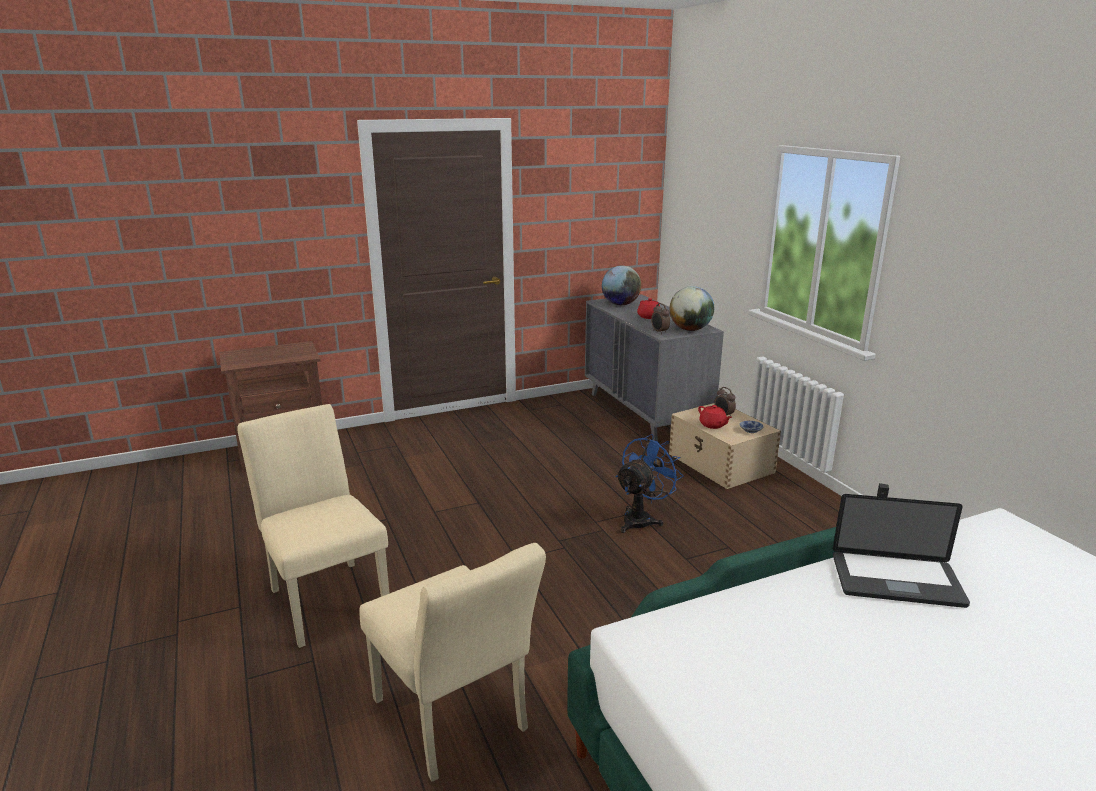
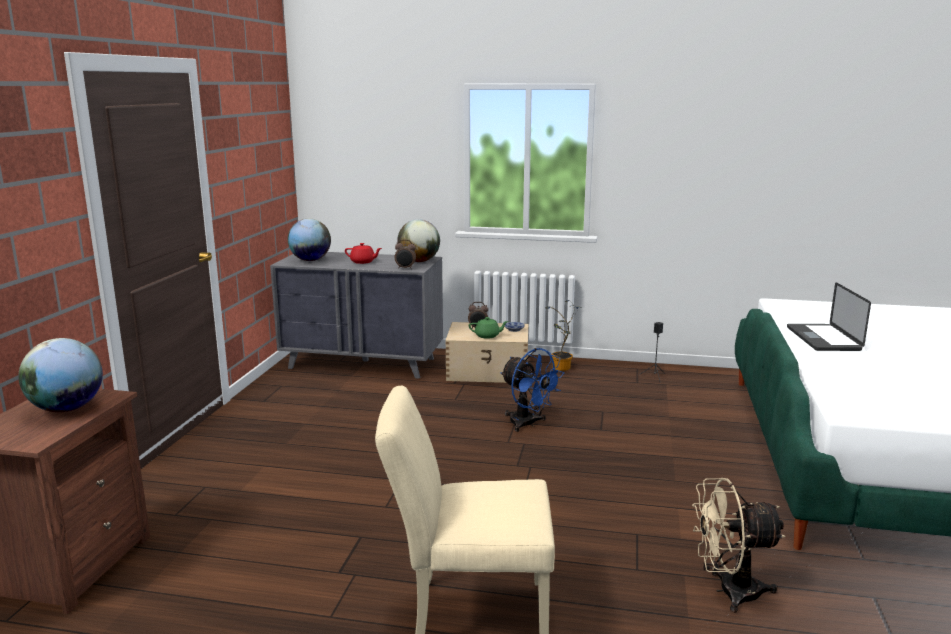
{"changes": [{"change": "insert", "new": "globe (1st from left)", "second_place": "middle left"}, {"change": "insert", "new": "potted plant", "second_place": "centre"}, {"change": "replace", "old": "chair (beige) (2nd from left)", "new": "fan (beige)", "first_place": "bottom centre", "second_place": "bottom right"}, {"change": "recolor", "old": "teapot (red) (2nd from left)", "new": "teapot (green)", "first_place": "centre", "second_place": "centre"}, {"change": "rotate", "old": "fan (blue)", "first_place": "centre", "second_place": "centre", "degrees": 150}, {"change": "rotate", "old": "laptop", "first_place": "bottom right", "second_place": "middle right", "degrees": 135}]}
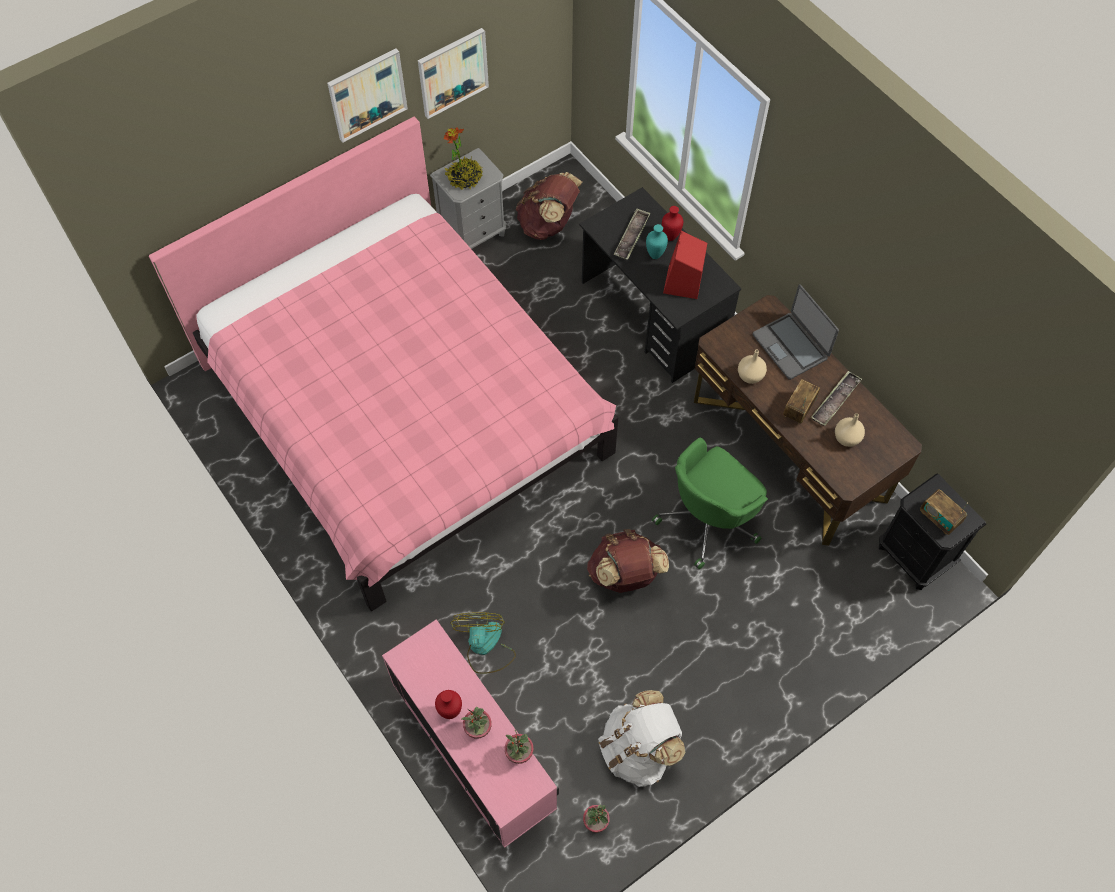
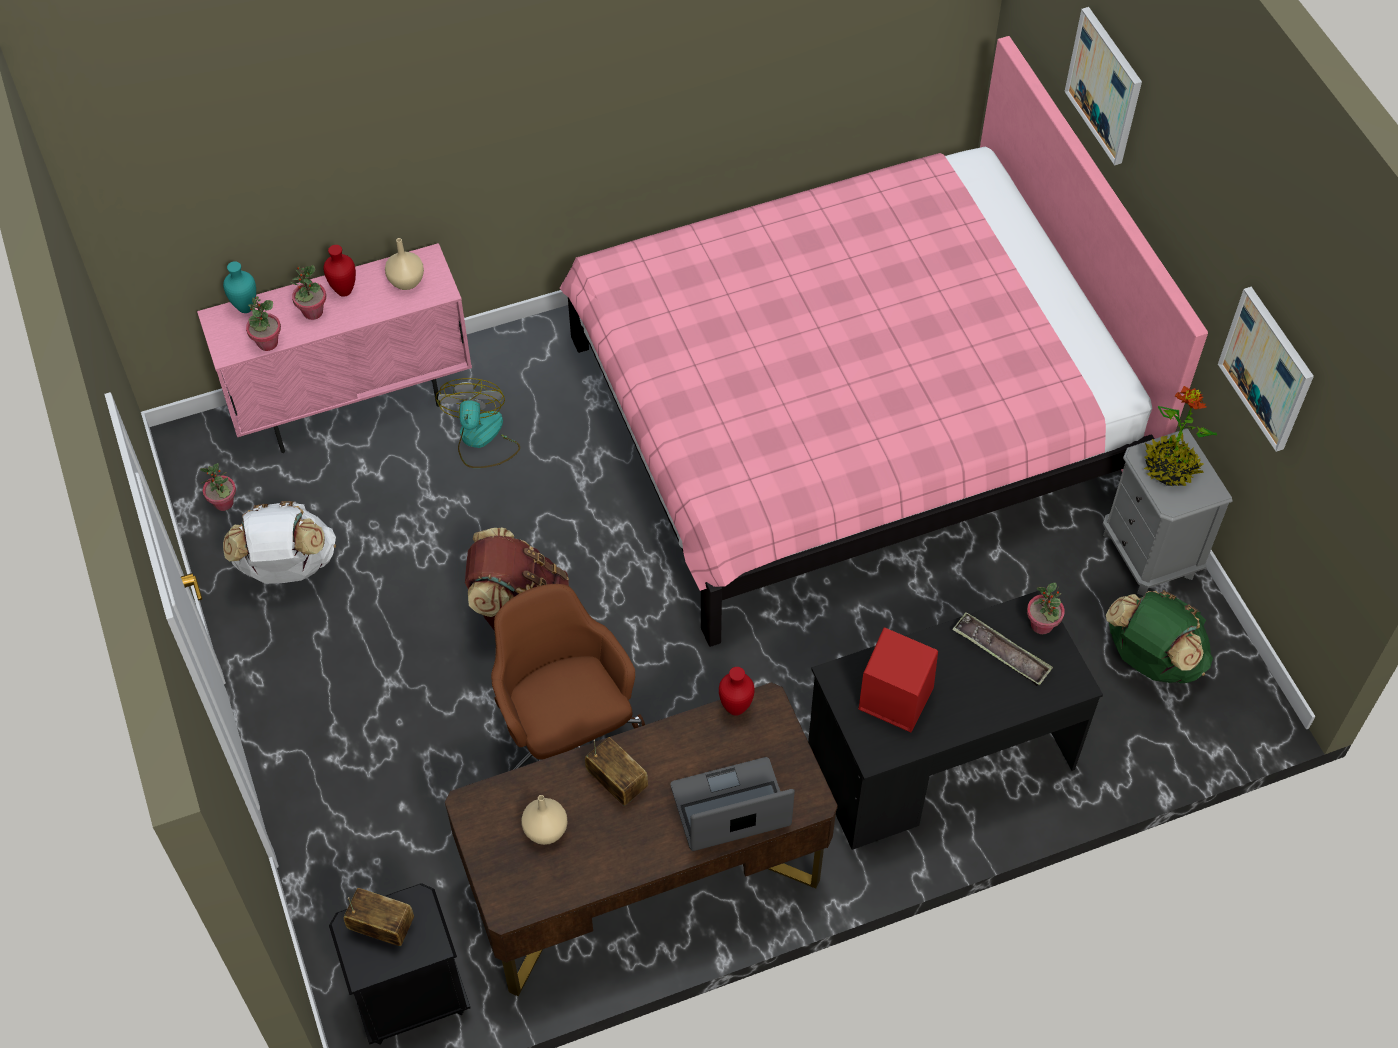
{"changes": [{"change": "delete", "old": "tray (2nd from left)", "first_place": "middle right"}, {"change": "insert", "new": "potted plant (4th from left)", "second_place": "middle right"}, {"change": "move", "old": "picture (1st from left)", "first_place": "top left", "second_place": "top right"}, {"change": "move", "old": "vase (turquoise)", "first_place": "top centre", "second_place": "top left"}, {"change": "move", "old": "vase (red) (2nd from left)", "first_place": "top centre", "second_place": "centre"}, {"change": "move", "old": "vase (beige) (1st from left)", "first_place": "middle right", "second_place": "top left"}, {"change": "recolor", "old": "backpack (brown) (1st from left)", "new": "backpack (green)", "first_place": "top centre", "second_place": "middle right"}, {"change": "recolor", "old": "office chair (green)", "new": "office chair (brown)", "first_place": "centre", "second_place": "centre"}, {"change": "rotate", "old": "fan", "first_place": "bottom centre", "second_place": "centre", "degrees": -105}, {"change": "rotate", "old": "radio (2nd from left in the first image)", "first_place": "middle right", "second_place": "bottom left", "degrees": 45}]}
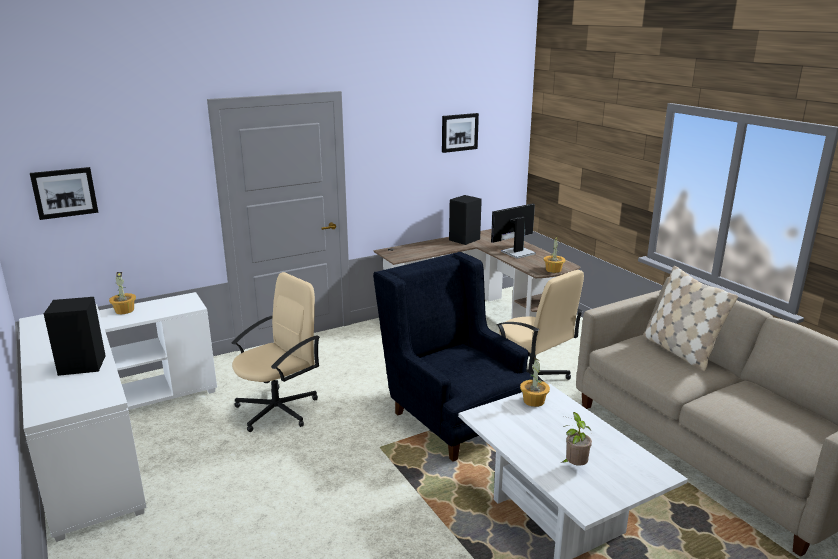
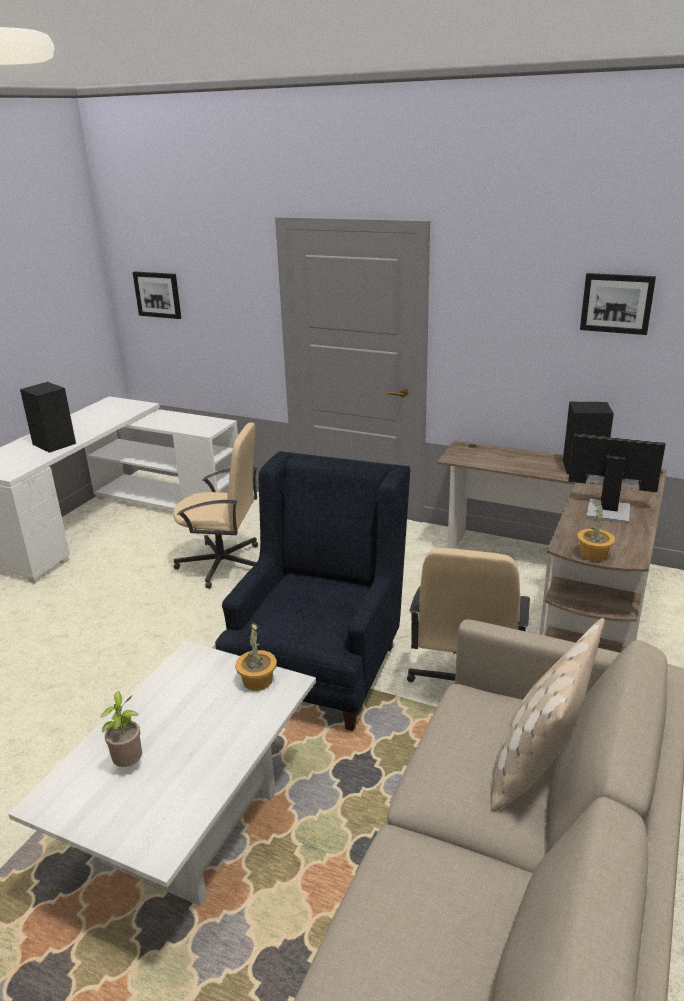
{"changes": [{"change": "delete", "old": "potted plant (1st from left)", "first_place": "middle left"}]}
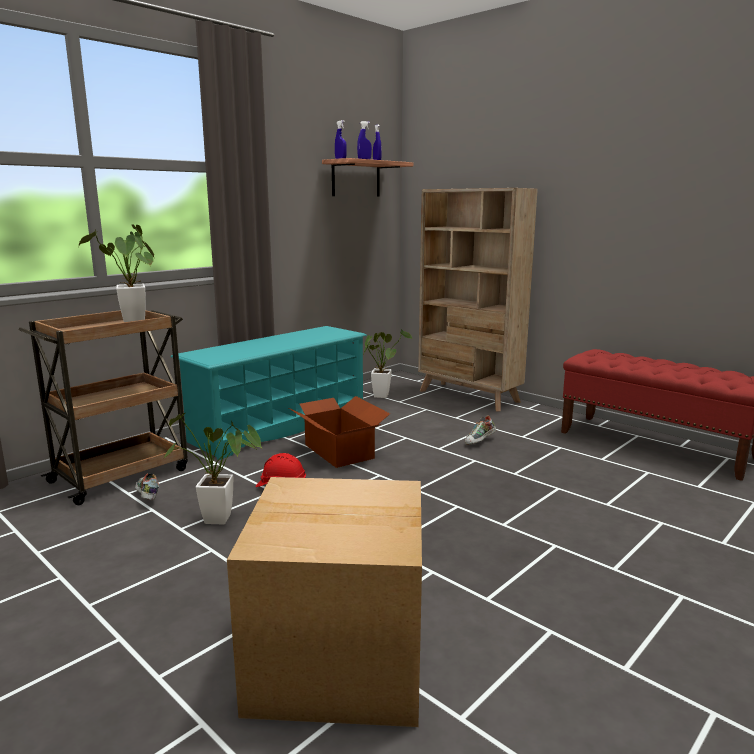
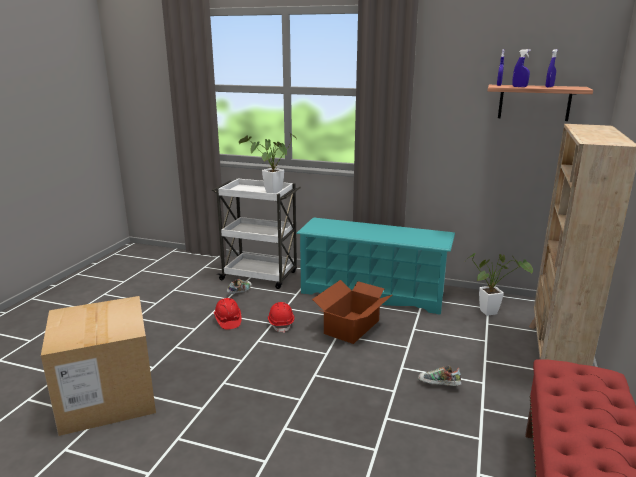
{"changes": [{"change": "replace", "old": "potted plant (2nd from left)", "new": "hard hat (red) (1st from left)", "first_place": "middle left", "second_place": "centre"}, {"change": "recolor", "old": "cart (brown)", "new": "cart (white)", "first_place": "middle left", "second_place": "centre"}]}
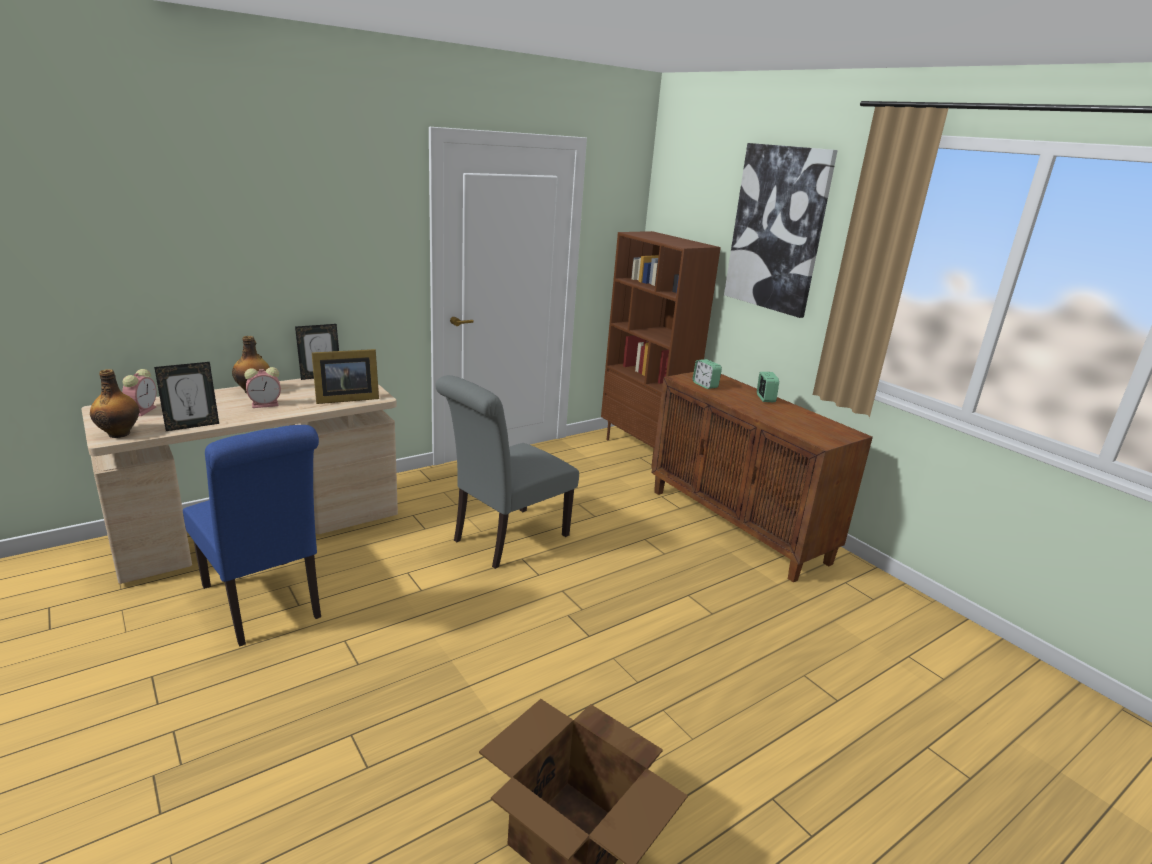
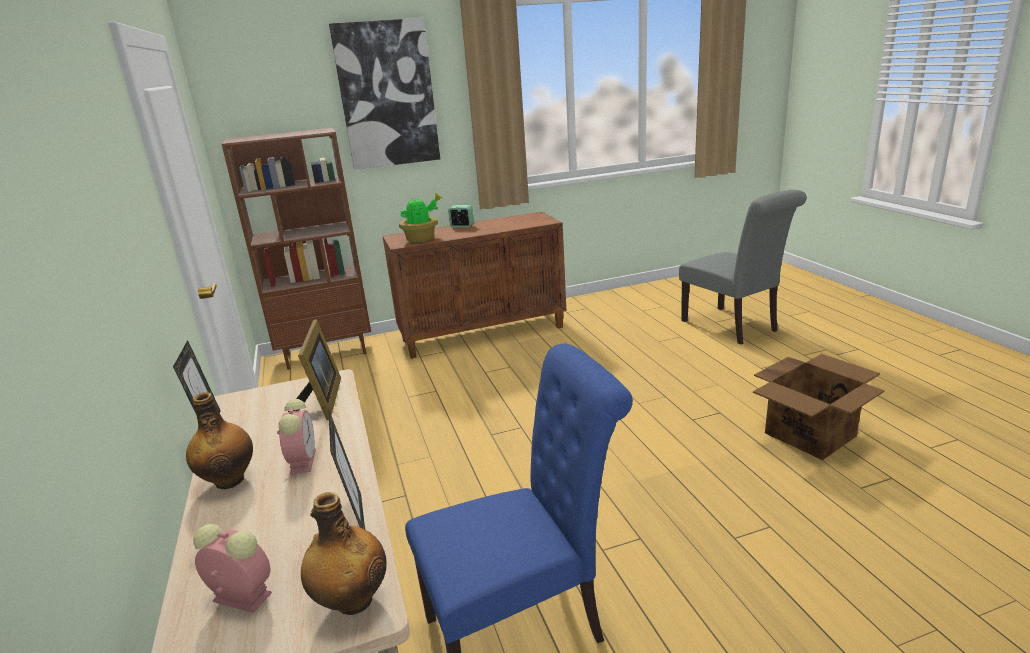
{"changes": [{"change": "move", "old": "chair (grey)", "first_place": "centre", "second_place": "middle right"}, {"change": "replace", "old": "alarm clock (3rd from left)", "new": "potted plant", "first_place": "centre", "second_place": "top centre"}]}
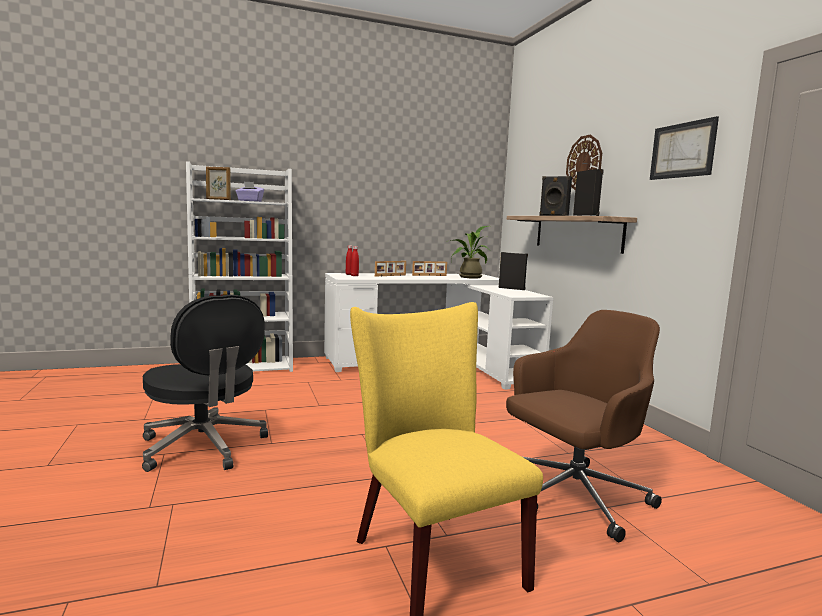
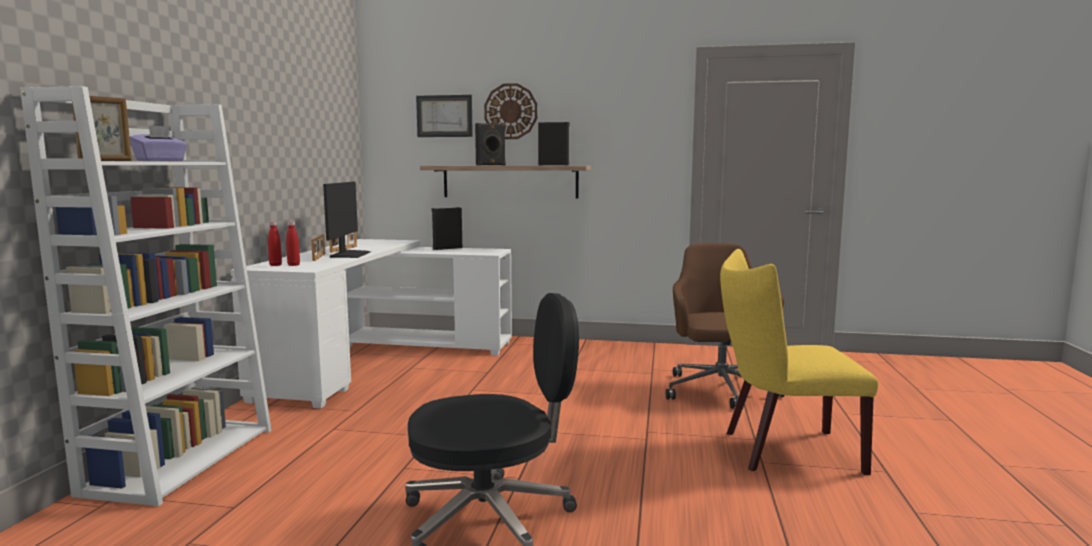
{"changes": [{"change": "delete", "old": "potted plant", "first_place": "centre"}, {"change": "insert", "new": "monitor", "second_place": "middle left"}, {"change": "move", "old": "picture", "first_place": "top right", "second_place": "top centre"}]}
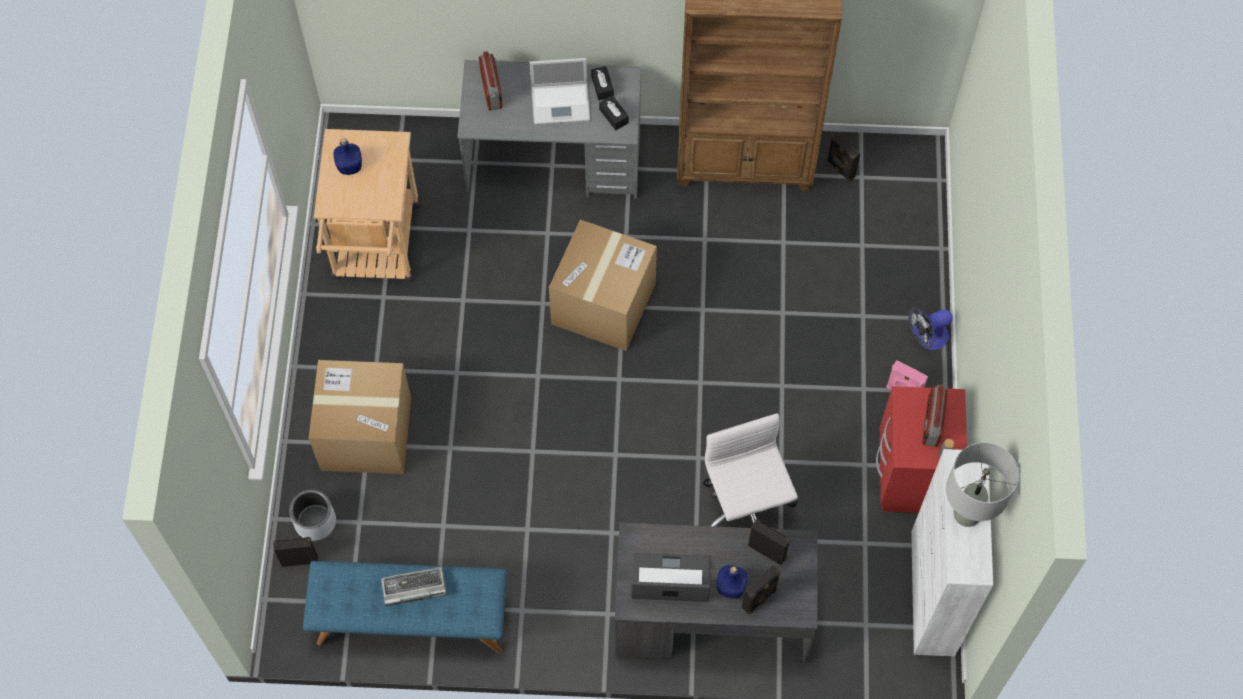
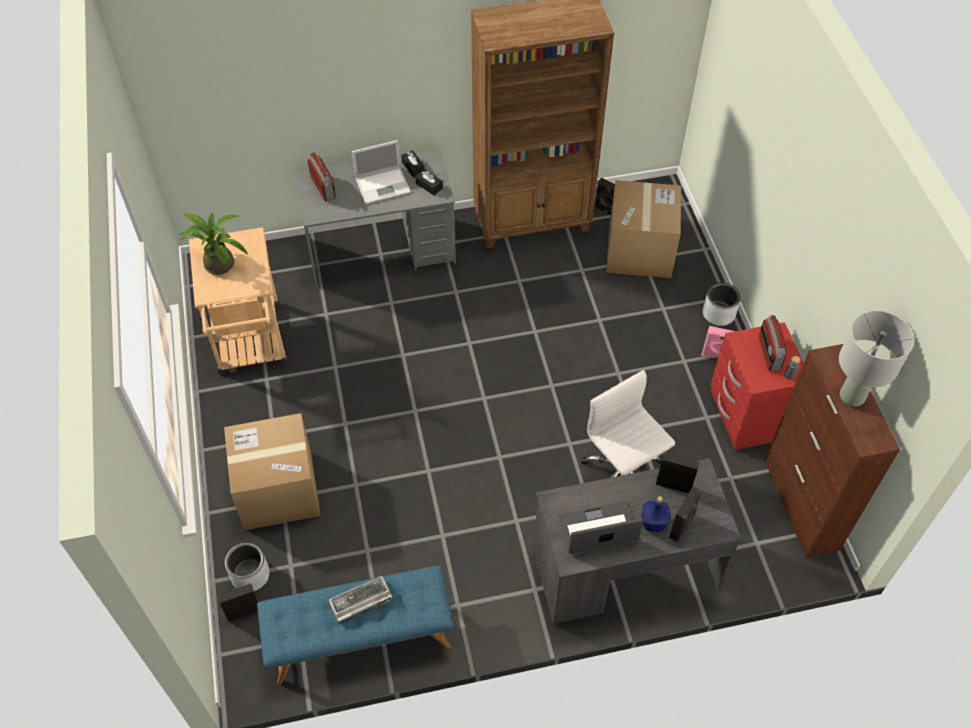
{"changes": [{"change": "move", "old": "cardboard box (2nd from left)", "first_place": "centre", "second_place": "top centre"}, {"change": "replace", "old": "bottle (blue) (1st from left)", "new": "potted plant", "first_place": "top left", "second_place": "middle left"}, {"change": "replace", "old": "fan", "new": "planter (grey) (2nd from left)", "first_place": "middle right", "second_place": "middle right"}, {"change": "recolor", "old": "cabinet (white)", "new": "cabinet (brown)", "first_place": "bottom right", "second_place": "middle right"}]}
